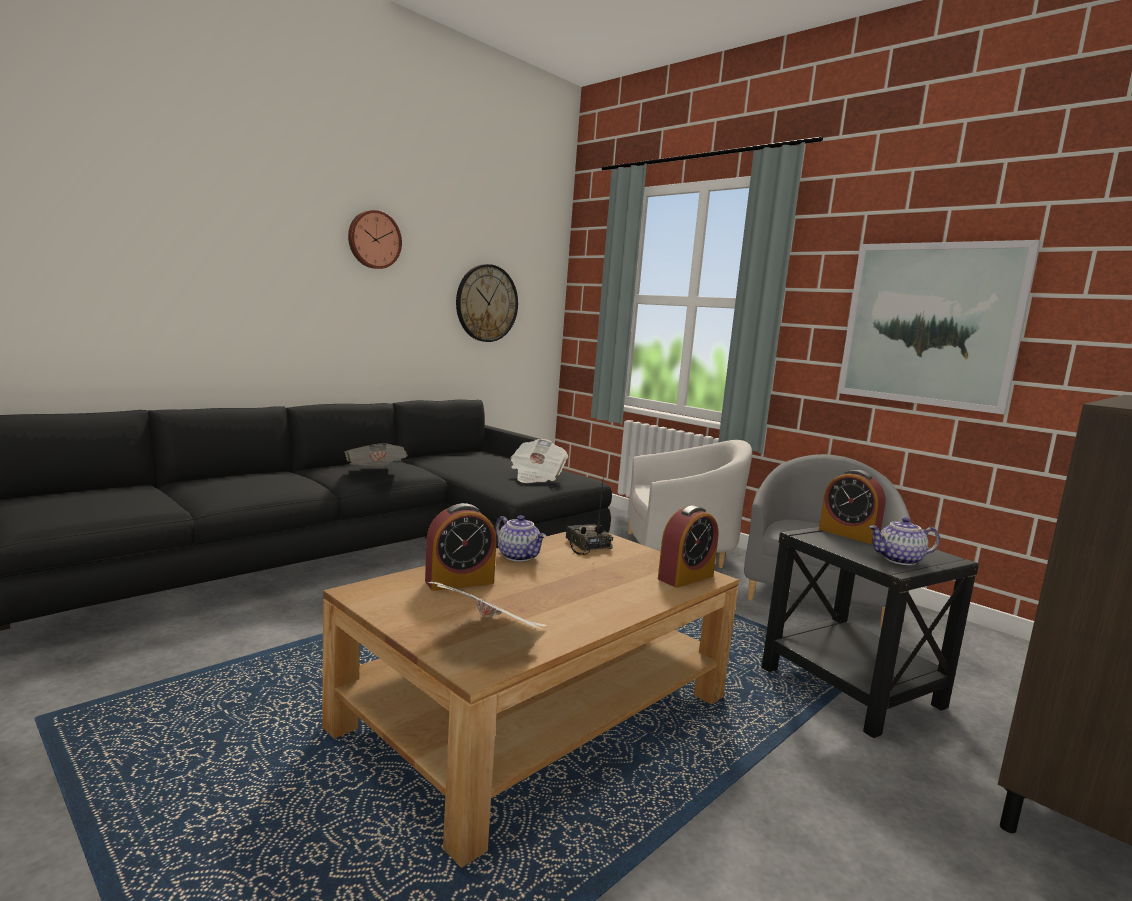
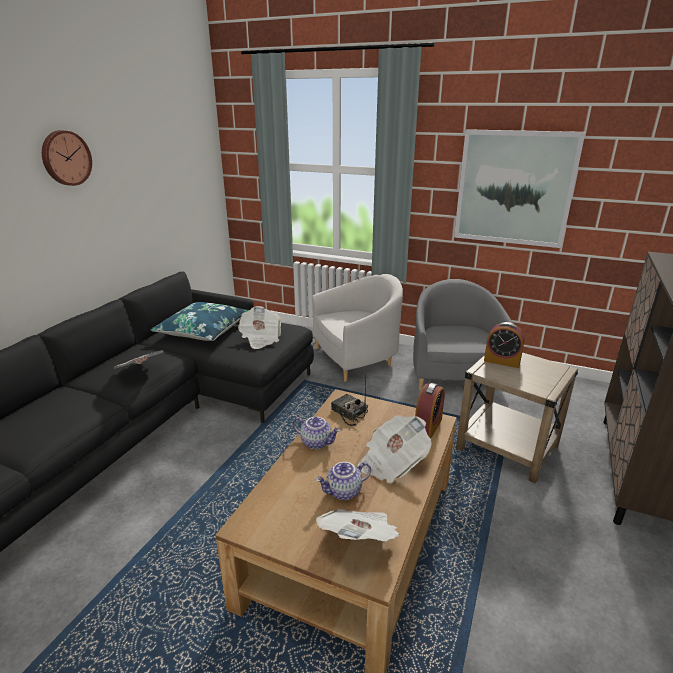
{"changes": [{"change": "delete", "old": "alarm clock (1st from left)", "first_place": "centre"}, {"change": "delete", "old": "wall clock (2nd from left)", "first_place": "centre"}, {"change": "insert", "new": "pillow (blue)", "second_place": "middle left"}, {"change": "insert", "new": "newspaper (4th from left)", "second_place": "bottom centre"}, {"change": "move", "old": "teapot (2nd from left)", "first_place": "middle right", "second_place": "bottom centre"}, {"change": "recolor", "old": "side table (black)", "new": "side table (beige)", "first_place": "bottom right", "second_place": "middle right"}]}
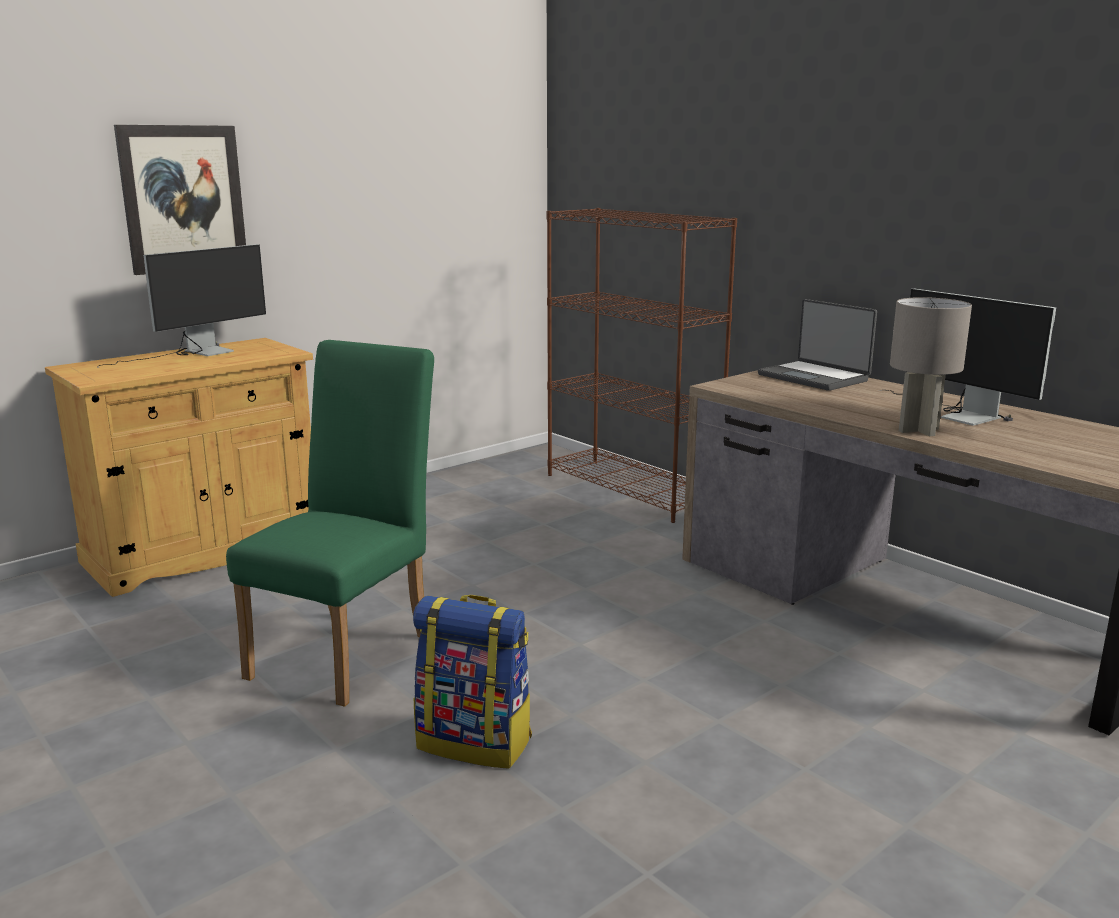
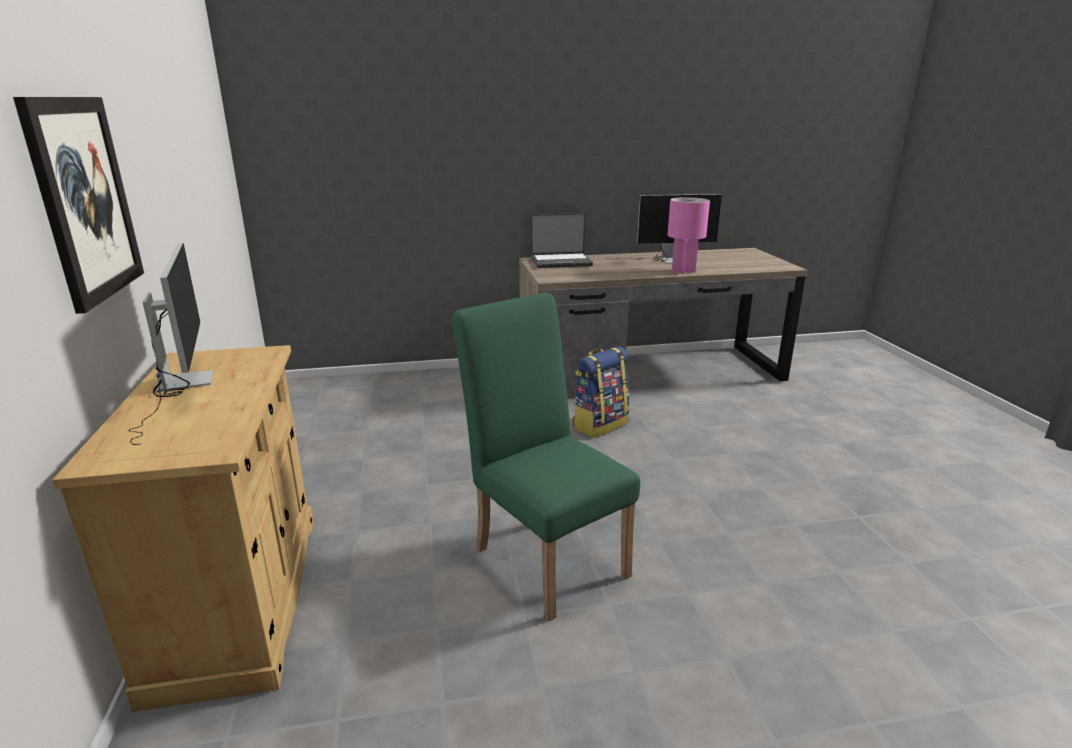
{"changes": [{"change": "delete", "old": "bookcase (brown)", "first_place": "centre"}, {"change": "move", "old": "backpack", "first_place": "bottom centre", "second_place": "centre"}, {"change": "recolor", "old": "table lamp (grey)", "new": "table lamp (pink)", "first_place": "middle right", "second_place": "top centre"}]}
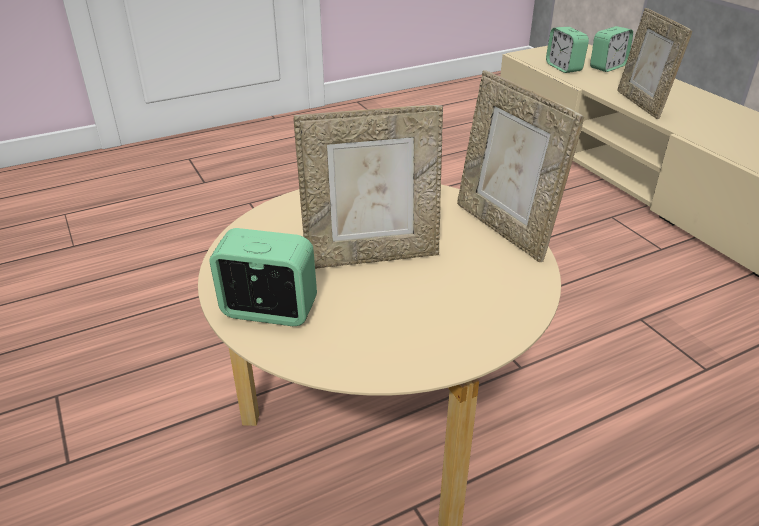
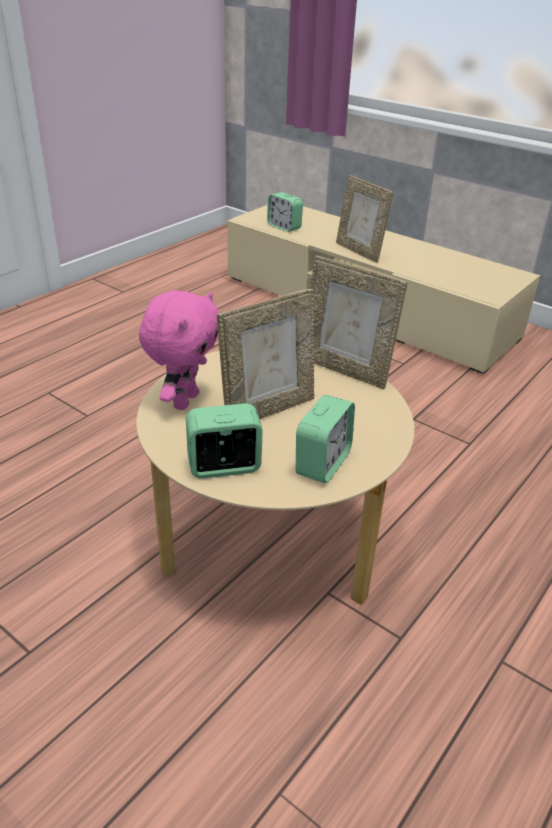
{"changes": [{"change": "insert", "new": "plush toy (pink)", "second_place": "middle left"}, {"change": "move", "old": "alarm clock (3rd from left)", "first_place": "top right", "second_place": "centre"}]}
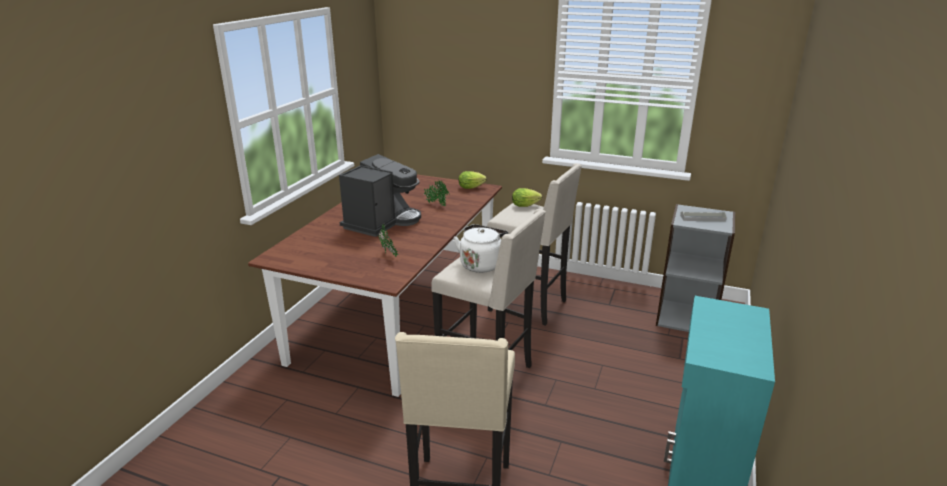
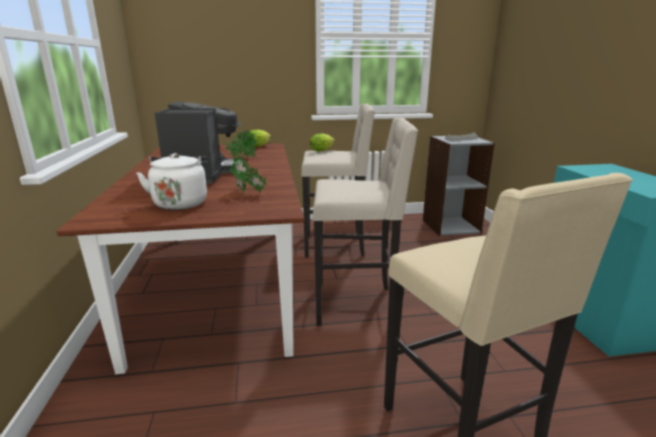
{"changes": [{"change": "move", "old": "kettle (white)", "first_place": "centre", "second_place": "middle left"}]}
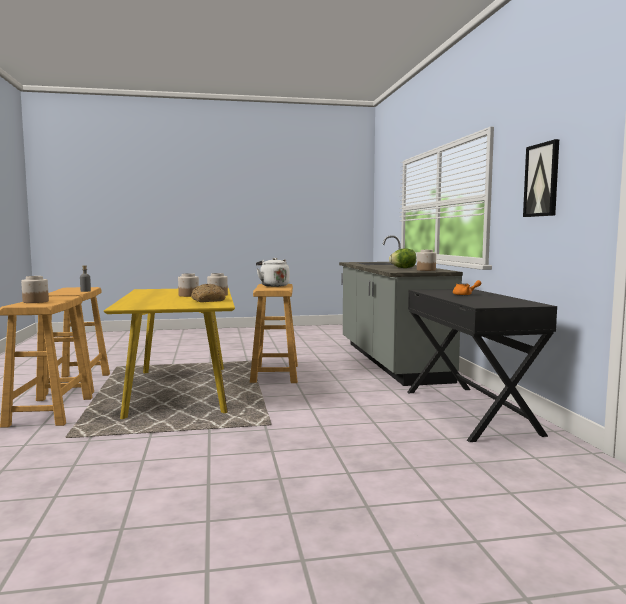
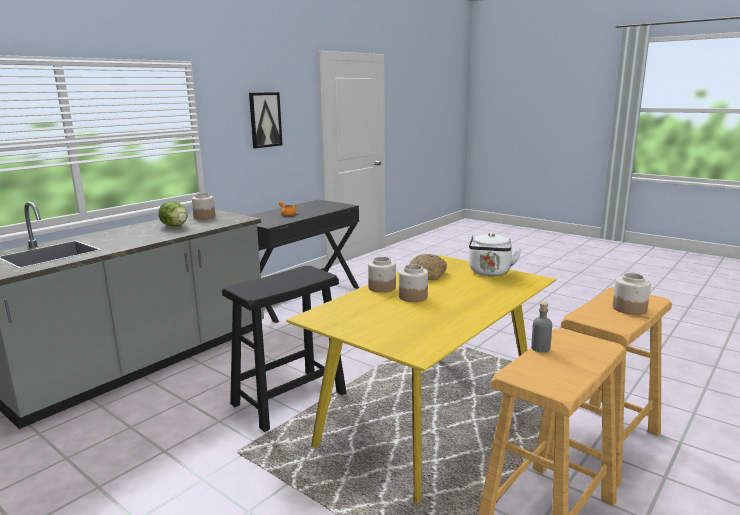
{"changes": [{"change": "move", "old": "kettle (white)", "first_place": "centre", "second_place": "middle right"}, {"change": "recolor", "old": "stool (beige) (3rd from left)", "new": "stool (black)", "first_place": "centre", "second_place": "bottom centre"}]}
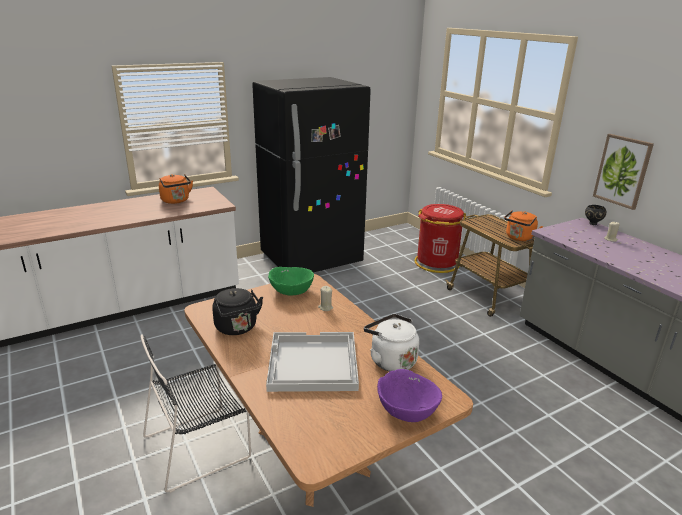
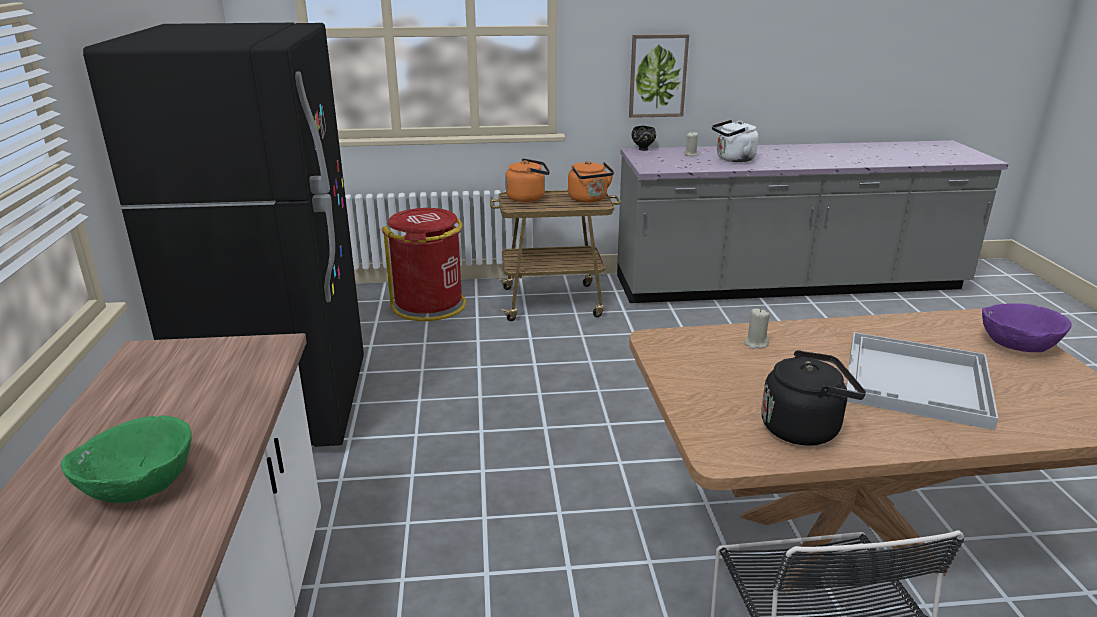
{"changes": [{"change": "move", "old": "kettle (orange) (1st from left)", "first_place": "middle left", "second_place": "top centre"}, {"change": "move", "old": "bowl (green)", "first_place": "centre", "second_place": "bottom left"}, {"change": "move", "old": "kettle (white)", "first_place": "centre", "second_place": "top right"}]}
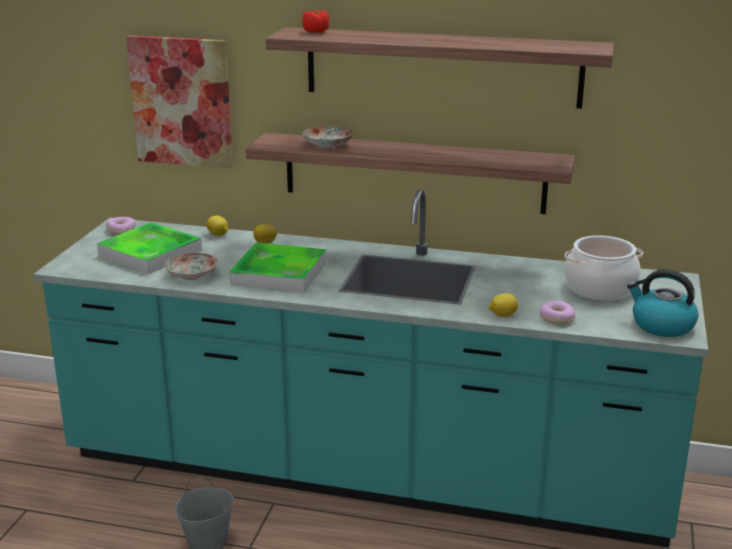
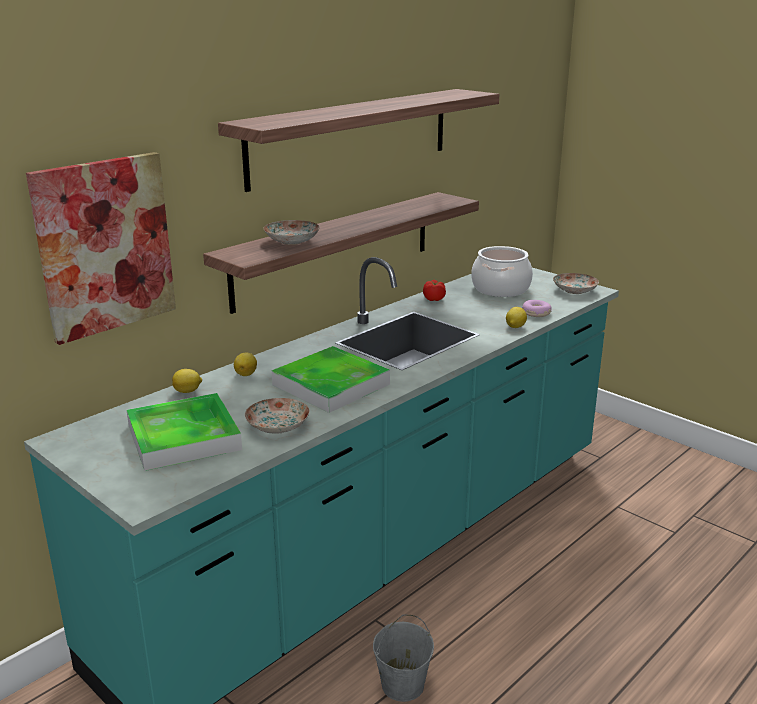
{"changes": [{"change": "delete", "old": "donut (1st from left)", "first_place": "middle left"}, {"change": "move", "old": "tomato", "first_place": "top centre", "second_place": "centre"}, {"change": "replace", "old": "kettle", "new": "plate (3rd from left)", "first_place": "middle right", "second_place": "middle right"}]}
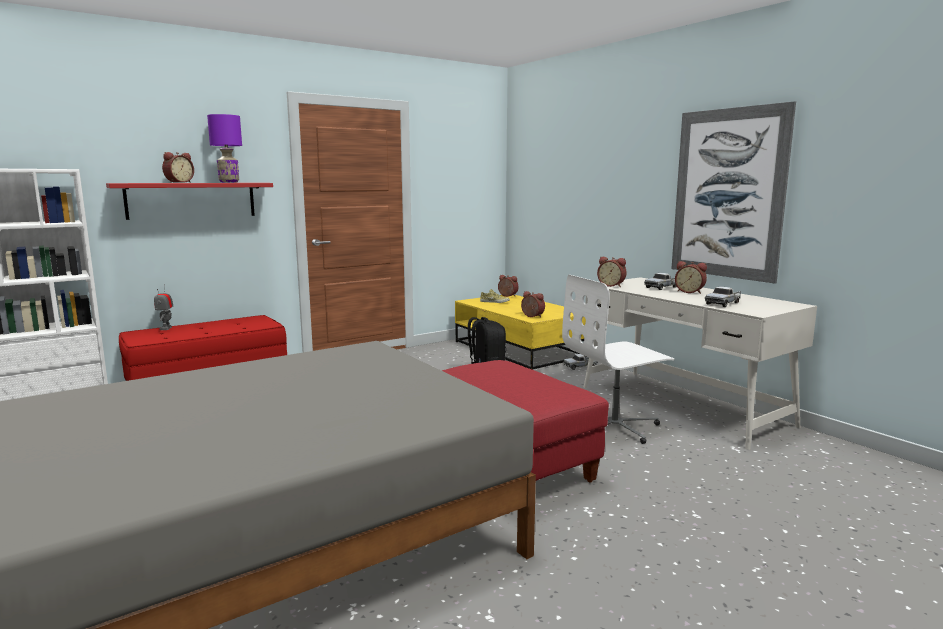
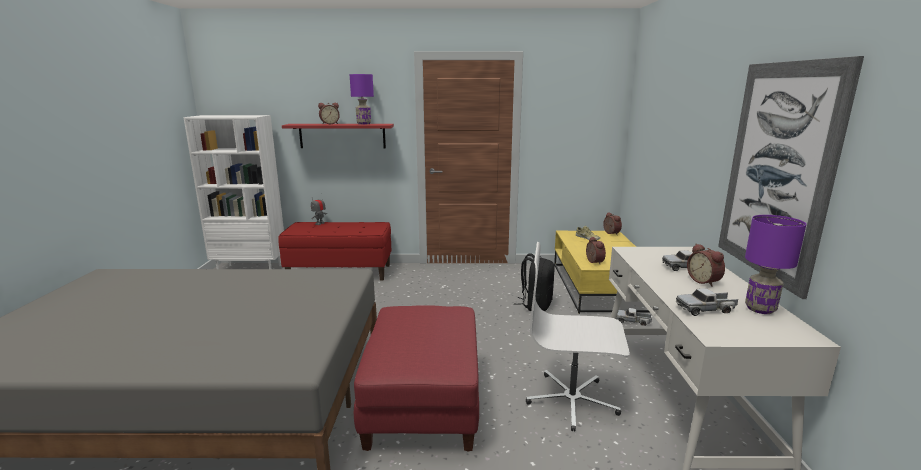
{"changes": [{"change": "delete", "old": "alarm clock (4th from left)", "first_place": "centre"}, {"change": "insert", "new": "table lamp (purple) (2nd from left)", "second_place": "middle right"}]}
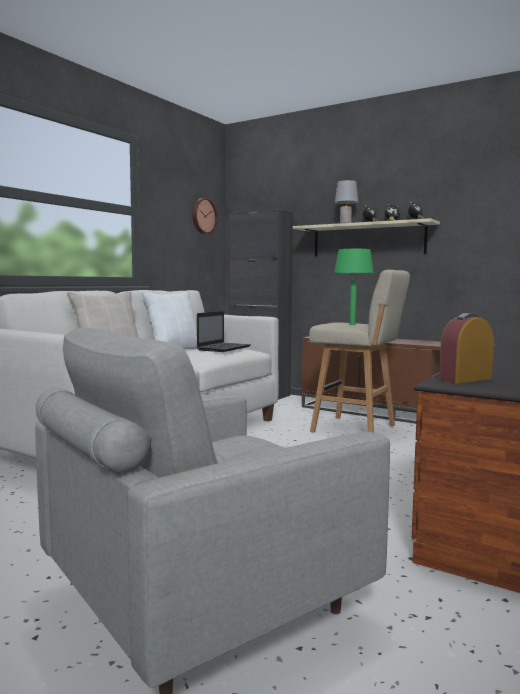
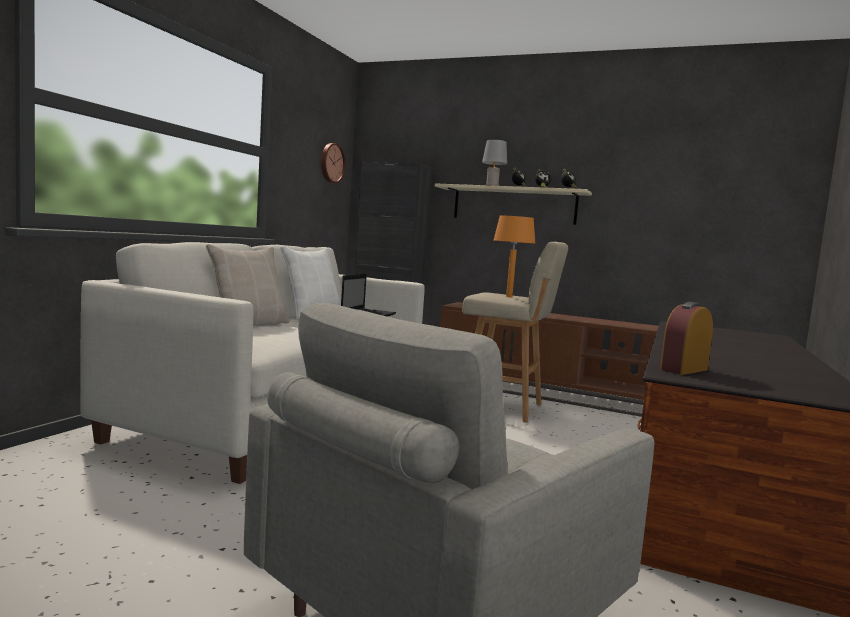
{"changes": [{"change": "recolor", "old": "table lamp (green)", "new": "table lamp (orange)", "first_place": "middle right", "second_place": "centre"}]}
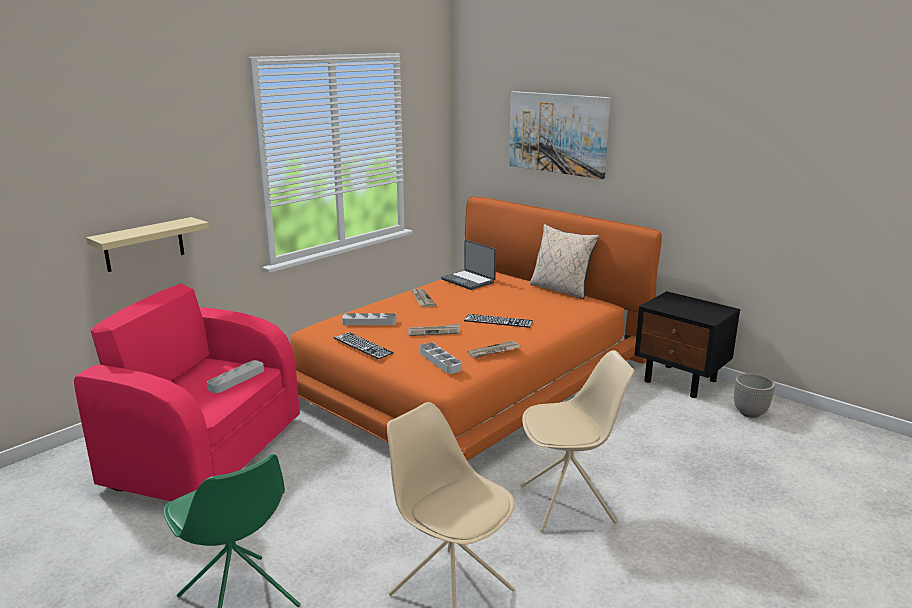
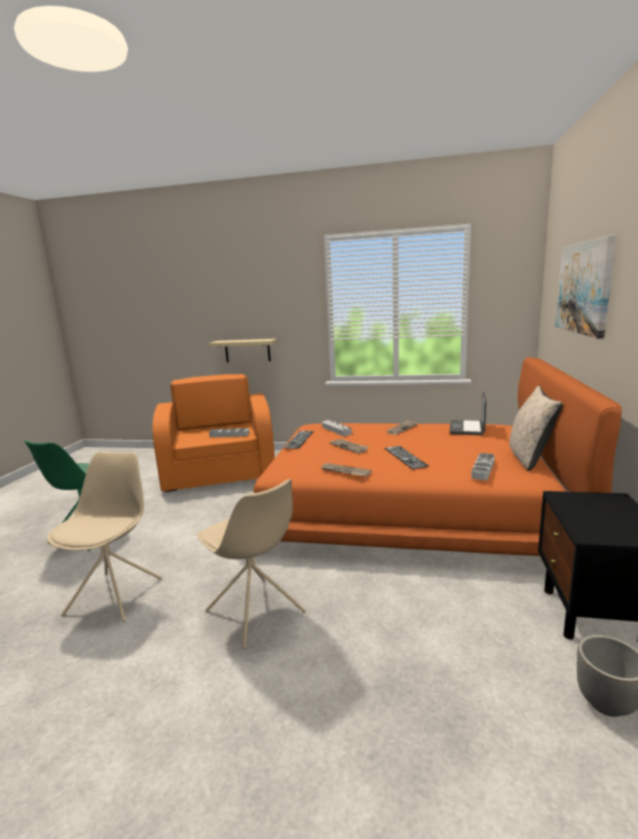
{"changes": [{"change": "move", "old": "tray (grey) (3rd from left)", "first_place": "centre", "second_place": "middle right"}, {"change": "recolor", "old": "armchair (pink)", "new": "armchair (orange)", "first_place": "middle left", "second_place": "centre"}]}
